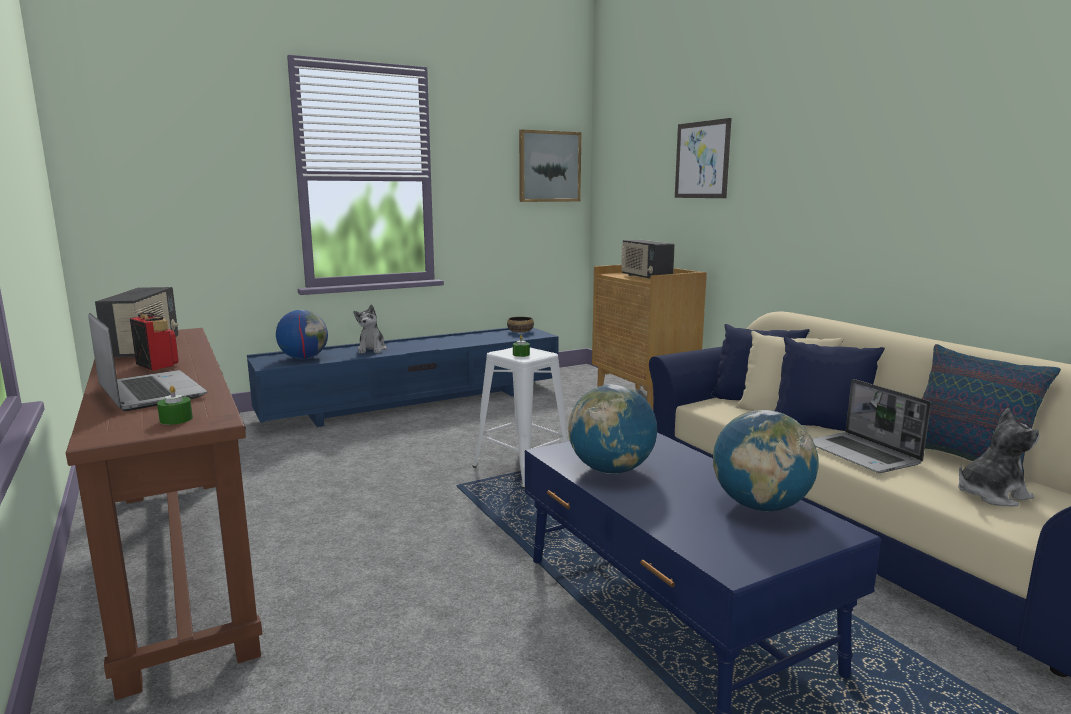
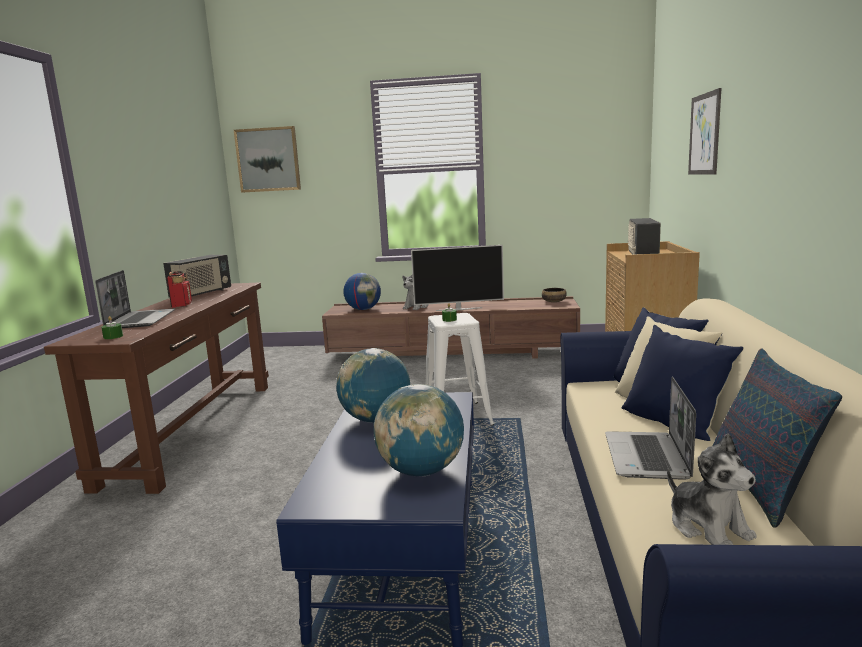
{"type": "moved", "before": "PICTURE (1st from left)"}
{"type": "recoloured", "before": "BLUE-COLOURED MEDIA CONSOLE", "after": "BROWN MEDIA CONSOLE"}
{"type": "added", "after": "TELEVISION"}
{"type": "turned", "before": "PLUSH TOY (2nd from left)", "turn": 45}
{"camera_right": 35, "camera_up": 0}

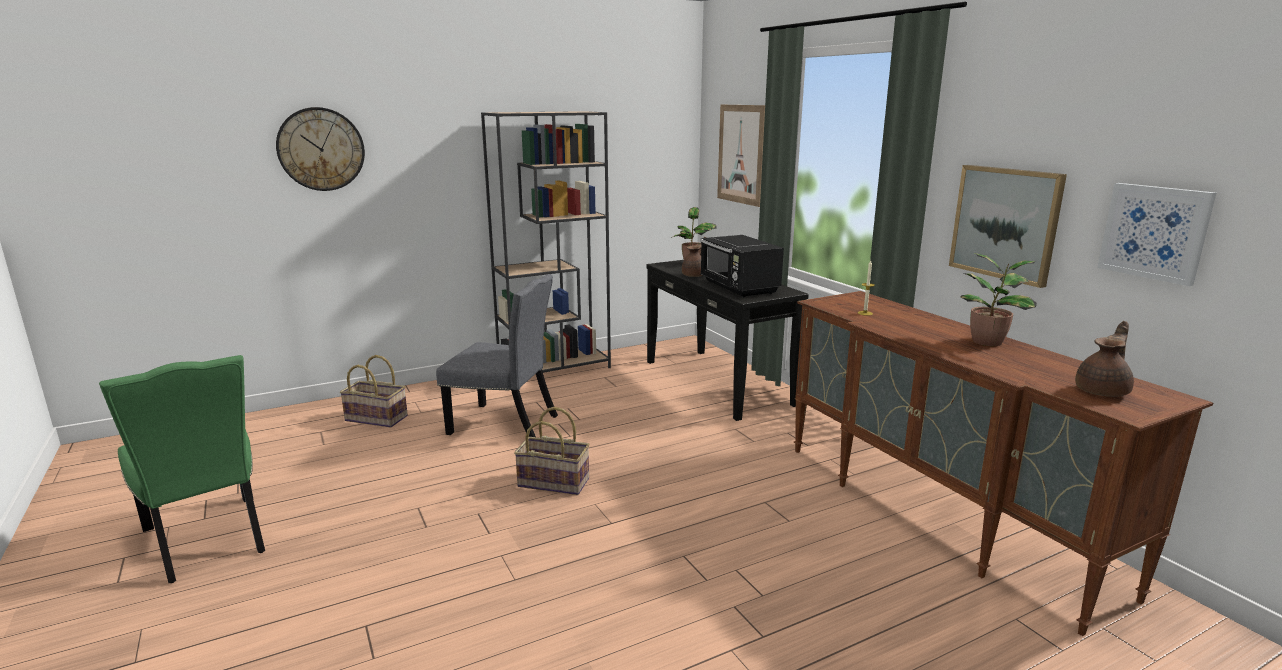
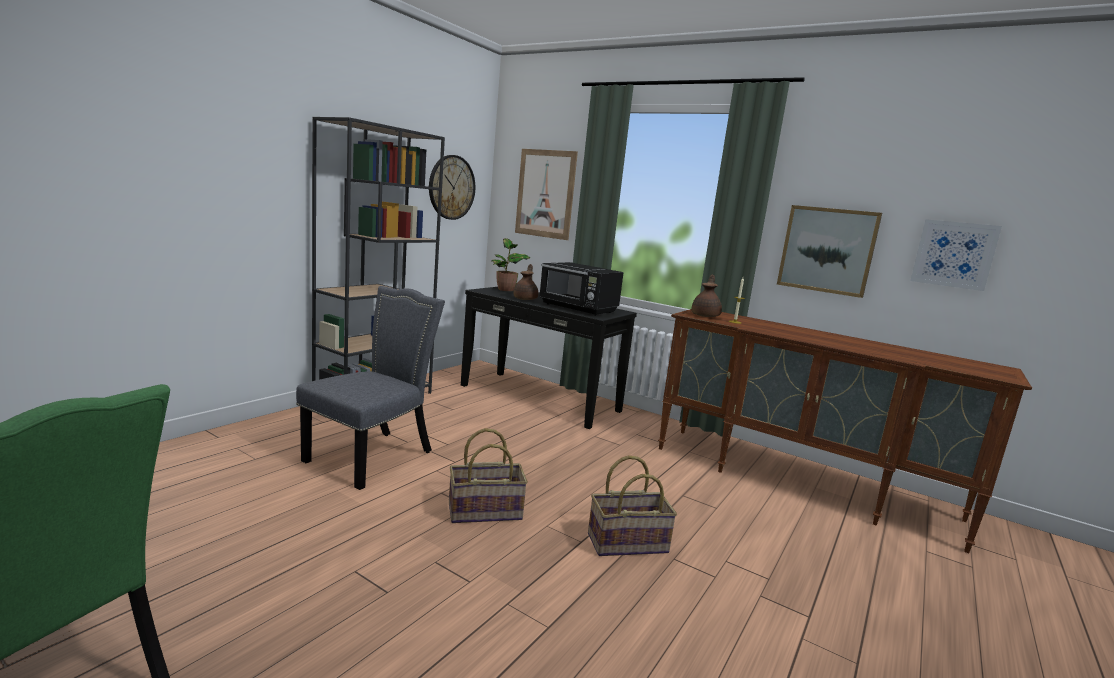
{"type": "turned", "before": "GRAY CHAIR", "turn": -45}
{"type": "moved", "before": "WALL CLOCK"}
{"type": "moved", "before": "BASKET (1st from left in the first image)", "after": "BASKET (2nd from left)"}
{"type": "moved", "before": "BROWN POT FOR TEA (2nd from left)"}
{"type": "removed", "before": "HOUSEPLANT (2nd from left)"}
{"camera_right": -30, "camera_up": -5}

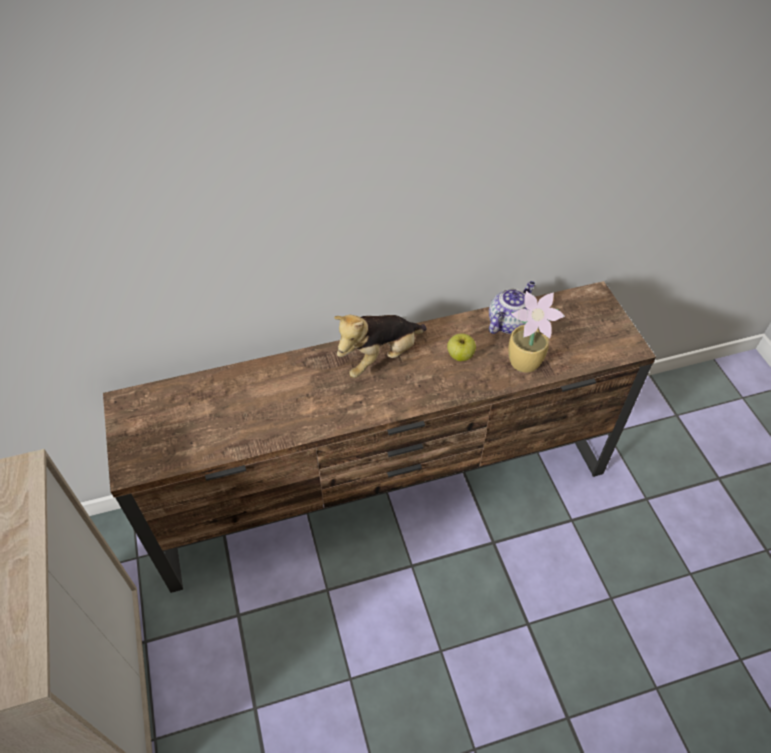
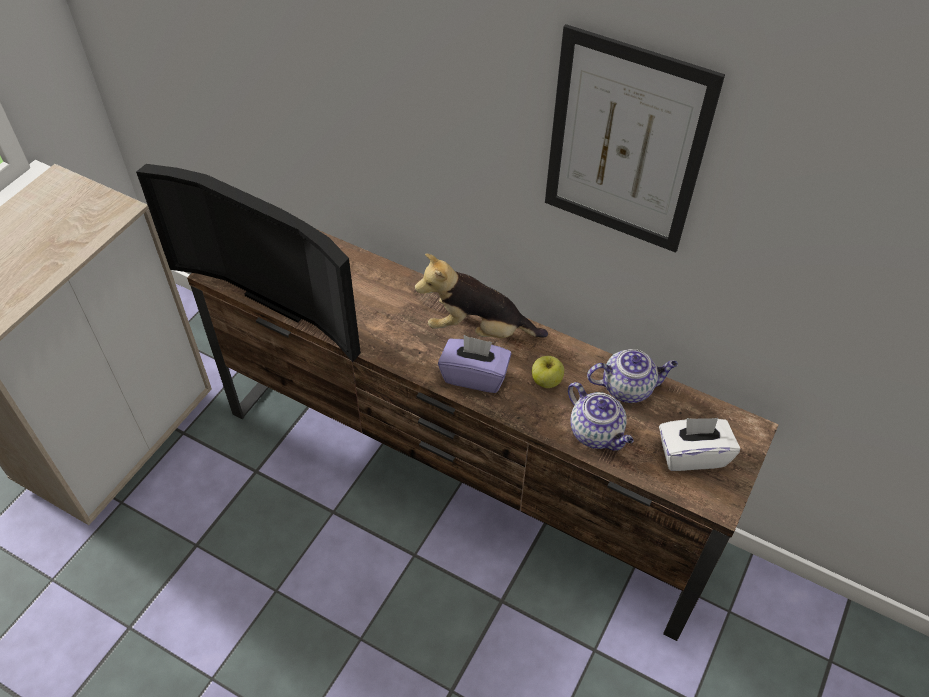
{"type": "added", "after": "TELEVISION"}
{"type": "added", "after": "PURPLISH TISSUE HOLDER"}
{"type": "added", "after": "PICTURE"}
{"type": "replaced", "before": "HOUSEPLANT", "after": "POT FOR TEA (1st from left)"}
{"type": "added", "after": "WHITE TISSUE HOLDER"}
{"camera_right": 45, "camera_up": 0}

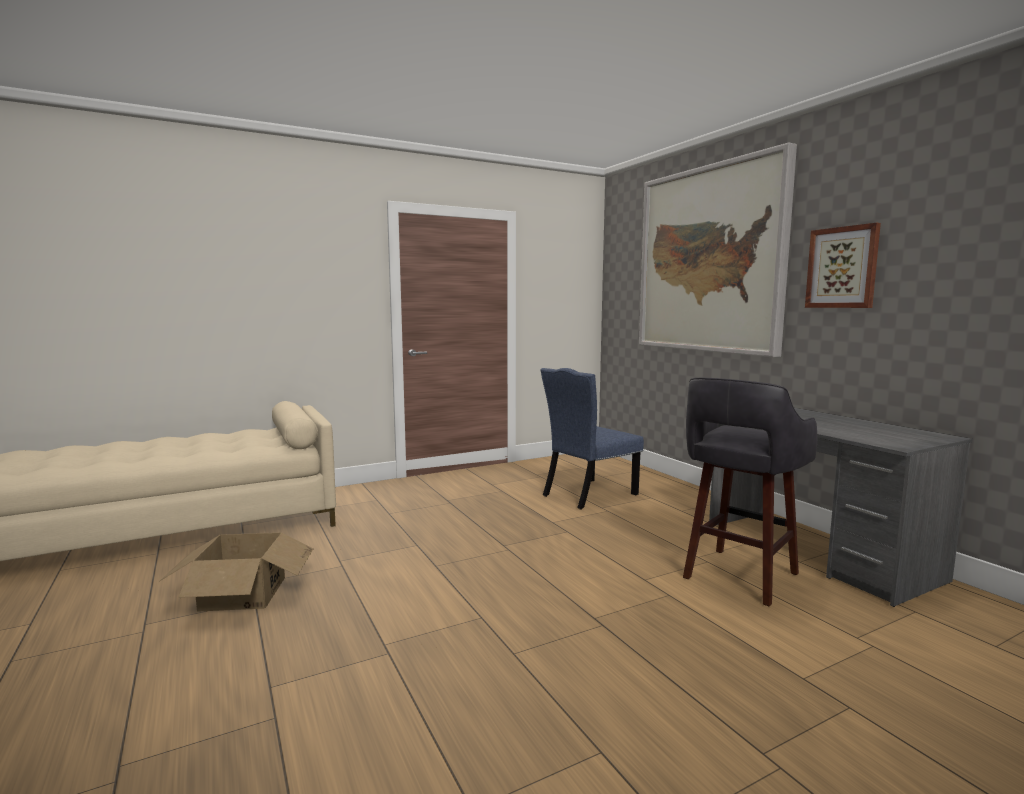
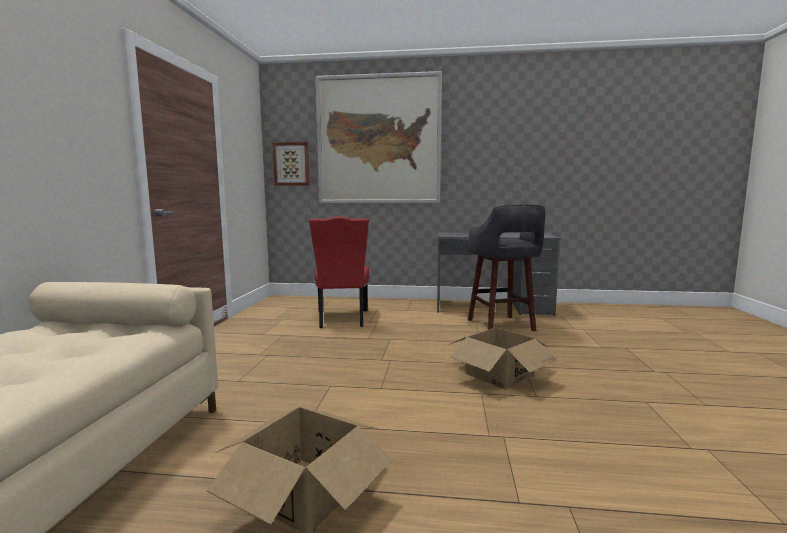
{"type": "moved", "before": "PICTURE (2nd from left in the first image)", "after": "PICTURE (1st from left)"}
{"type": "recoloured", "before": "BLUE-COLOURED CHAIR", "after": "RED CHAIR"}
{"type": "added", "after": "CARTON (2nd from left)"}
{"camera_right": -55, "camera_up": 0}

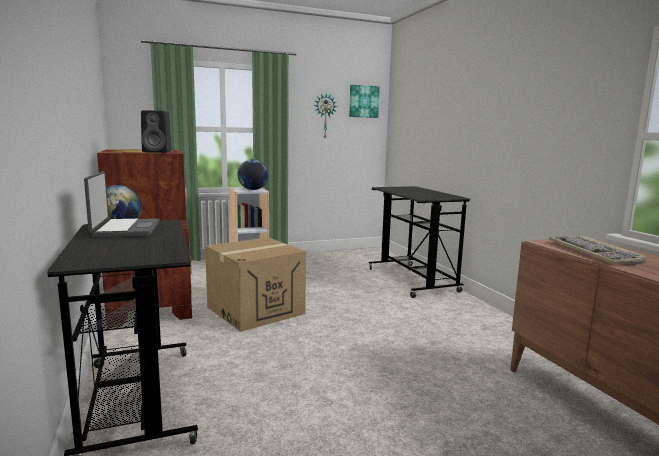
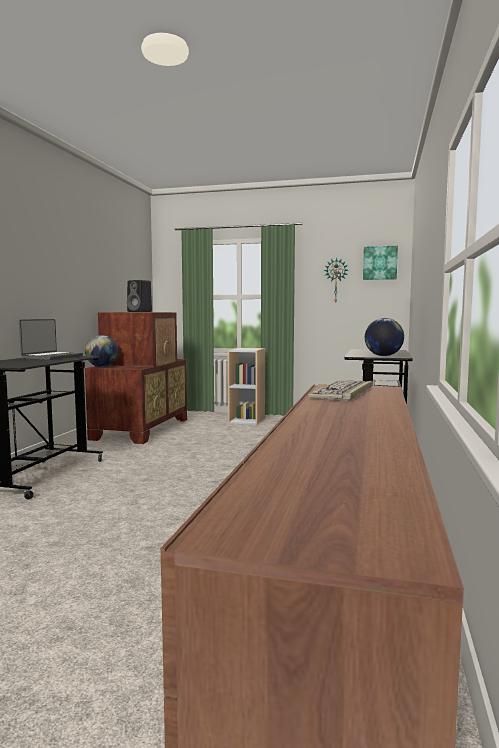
{"type": "moved", "before": "WORLD GLOBE (2nd from left)"}
{"type": "removed", "before": "CARTON"}
{"camera_right": 35, "camera_up": -5}

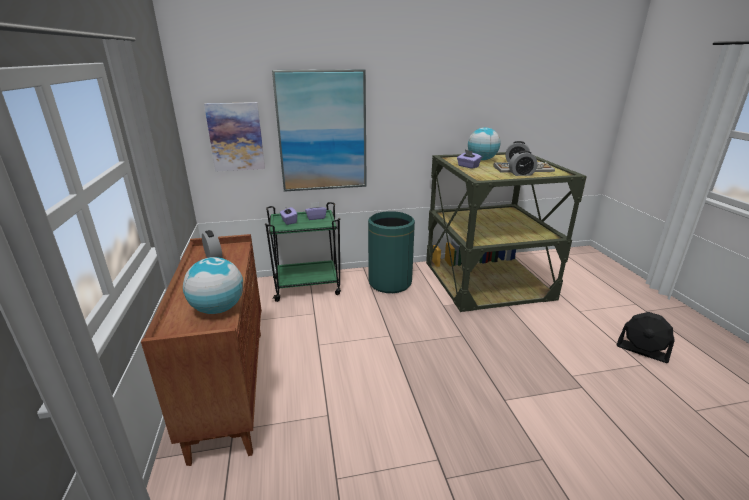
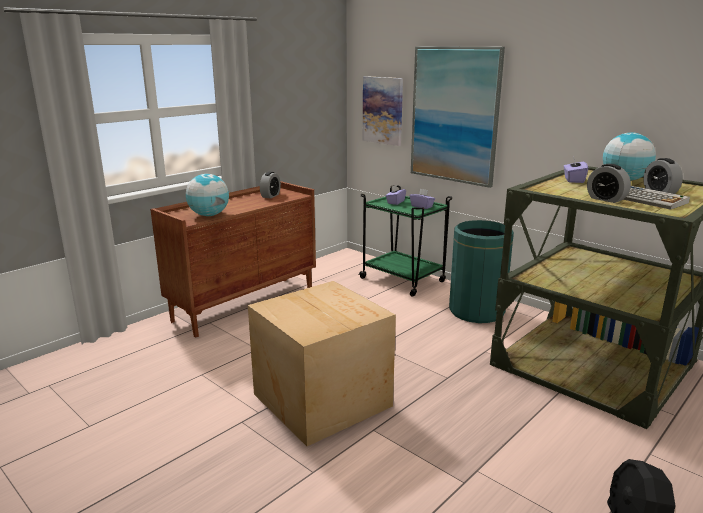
{"type": "added", "after": "CARTON"}
{"camera_right": 55, "camera_up": -5}

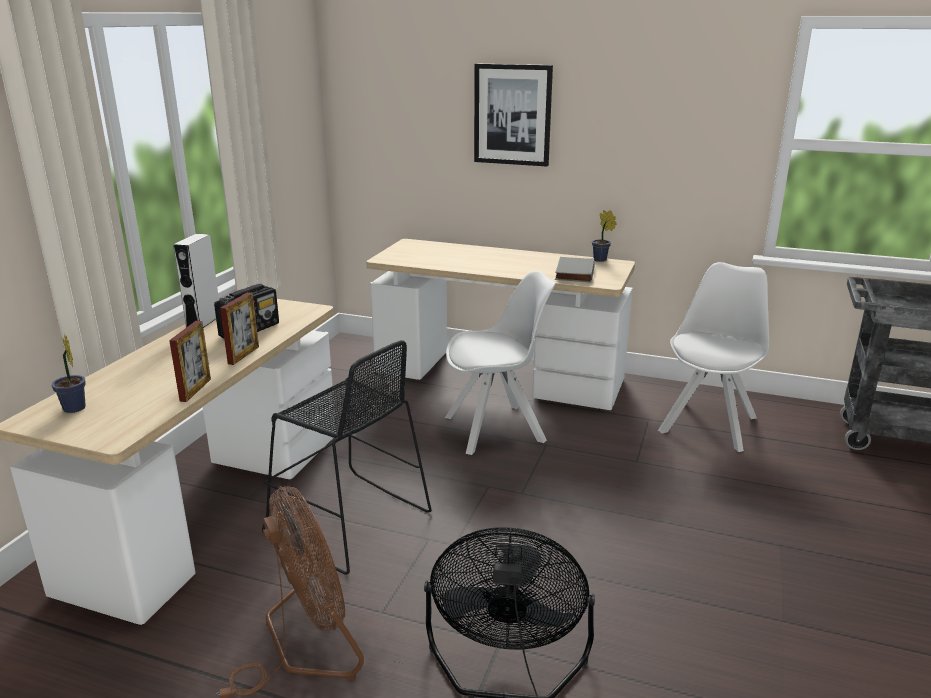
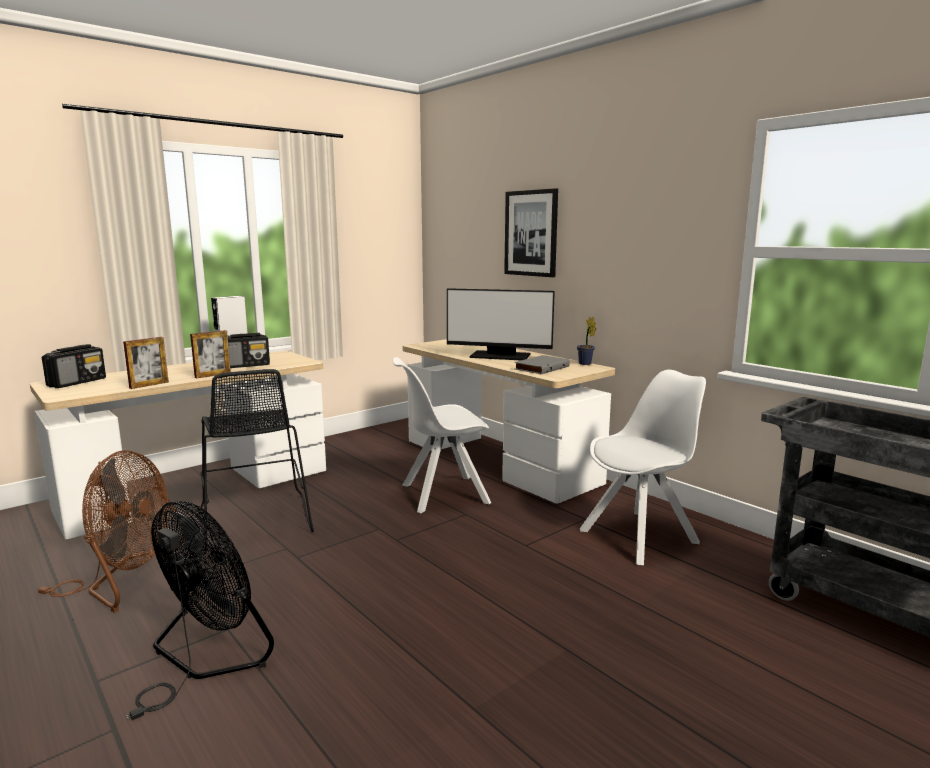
{"type": "replaced", "before": "HOUSEPLANT (1st from left)", "after": "RADIO SET (1st from left)"}
{"type": "turned", "before": "WHITE CHAIR (1st from left)", "turn": 150}
{"type": "added", "after": "MONITOR"}
{"camera_right": 30, "camera_up": -10}

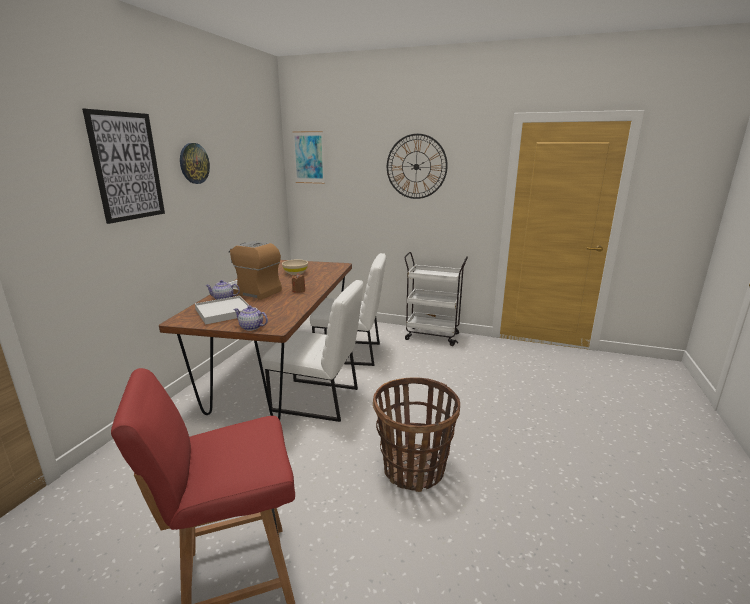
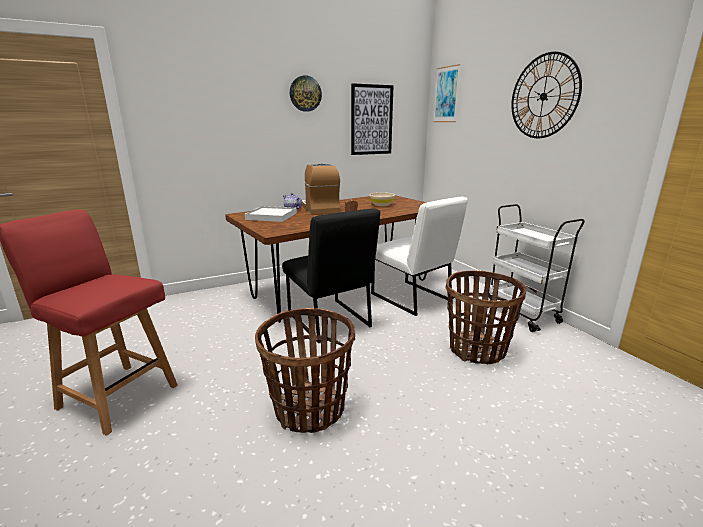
{"type": "recoloured", "before": "WHITE CHAIR (1st from left)", "after": "BLACK-COLOURED CHAIR"}
{"type": "moved", "before": "PICTURE (1st from left)"}
{"type": "added", "after": "BASKET (2nd from left)"}
{"type": "removed", "before": "POT FOR TEA (2nd from left)"}
{"camera_right": 45, "camera_up": 0}

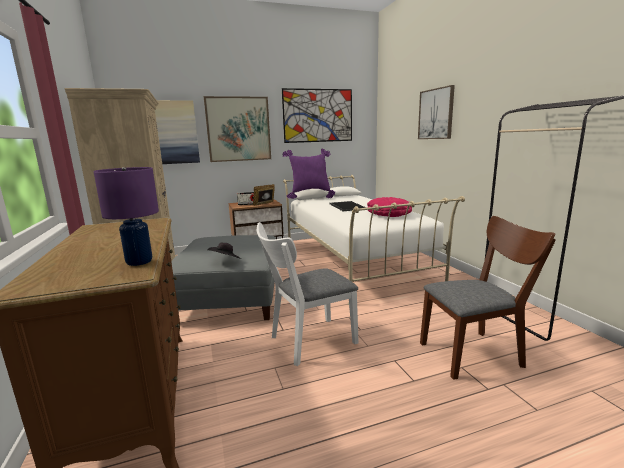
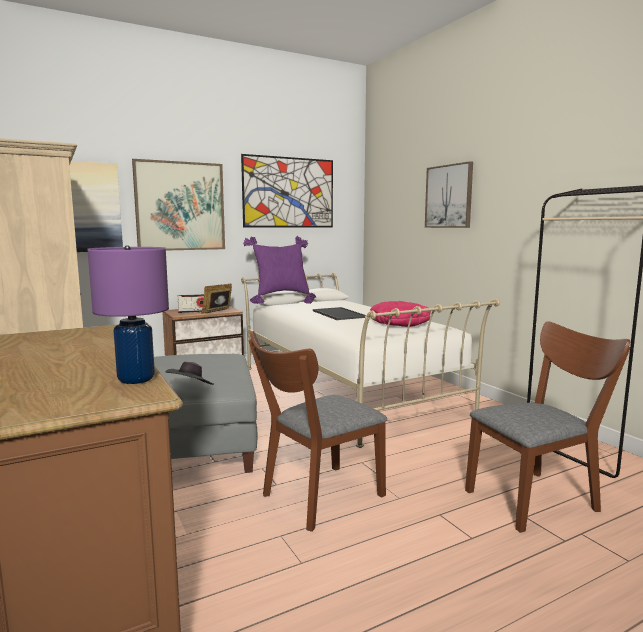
{"type": "recoloured", "before": "WHITE CHAIR", "after": "BROWN CHAIR (1st from left)"}
{"camera_right": -10, "camera_up": -5}

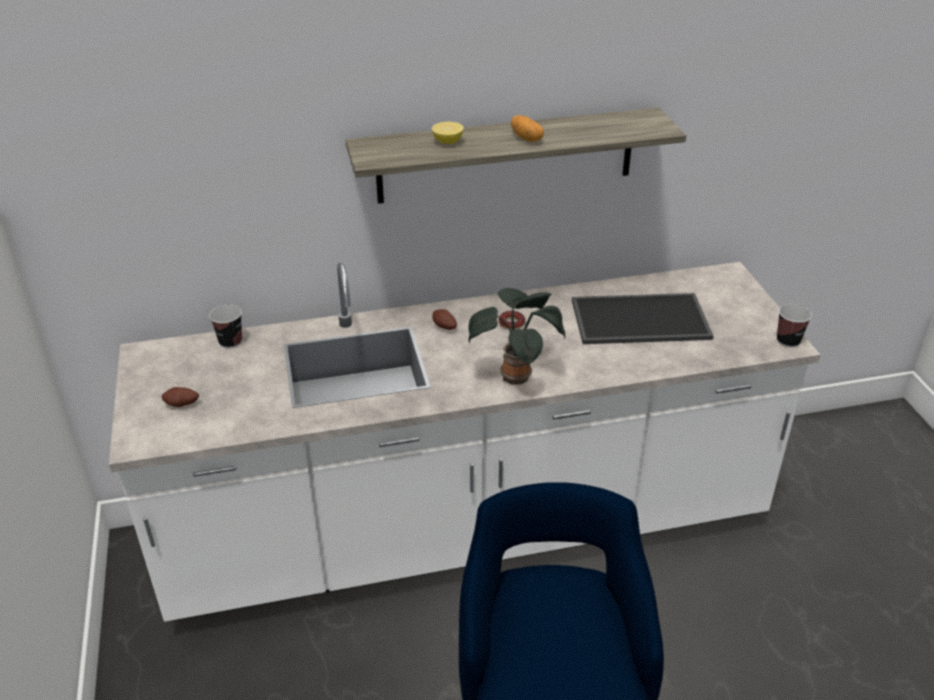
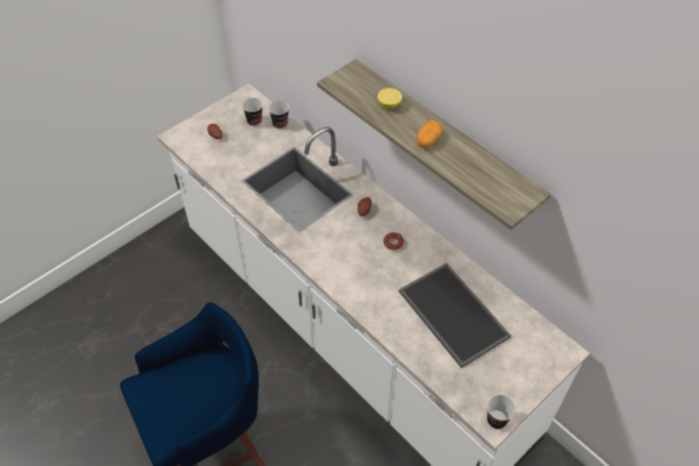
{"type": "added", "after": "SMALL CUP (1st from left)"}
{"type": "removed", "before": "HOUSEPLANT"}
{"camera_right": 60, "camera_up": 15}

